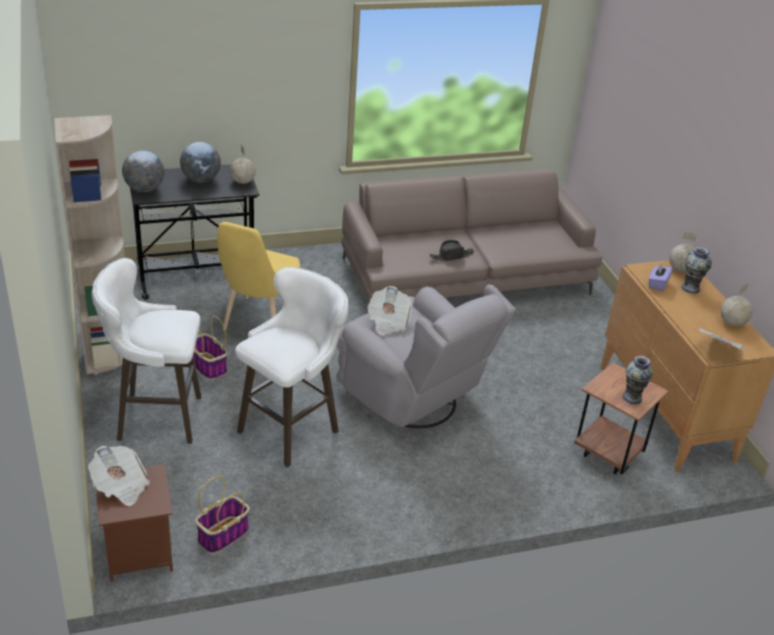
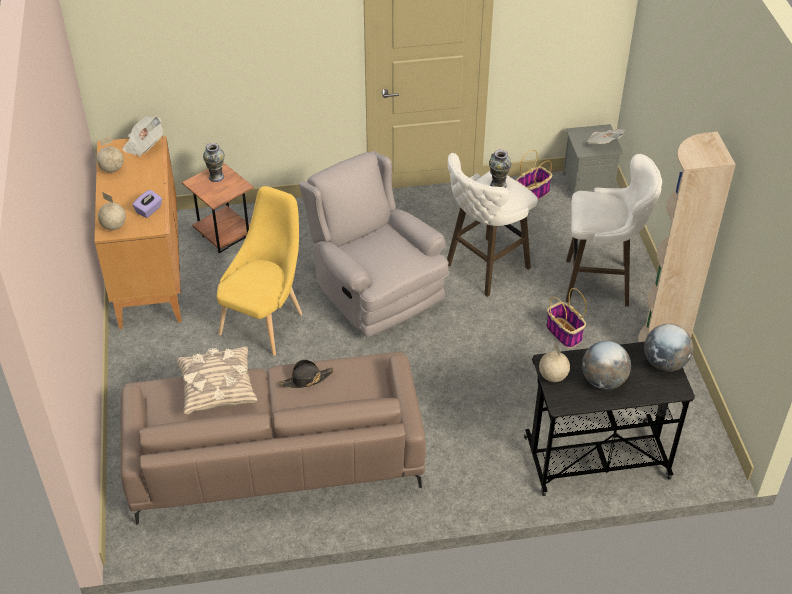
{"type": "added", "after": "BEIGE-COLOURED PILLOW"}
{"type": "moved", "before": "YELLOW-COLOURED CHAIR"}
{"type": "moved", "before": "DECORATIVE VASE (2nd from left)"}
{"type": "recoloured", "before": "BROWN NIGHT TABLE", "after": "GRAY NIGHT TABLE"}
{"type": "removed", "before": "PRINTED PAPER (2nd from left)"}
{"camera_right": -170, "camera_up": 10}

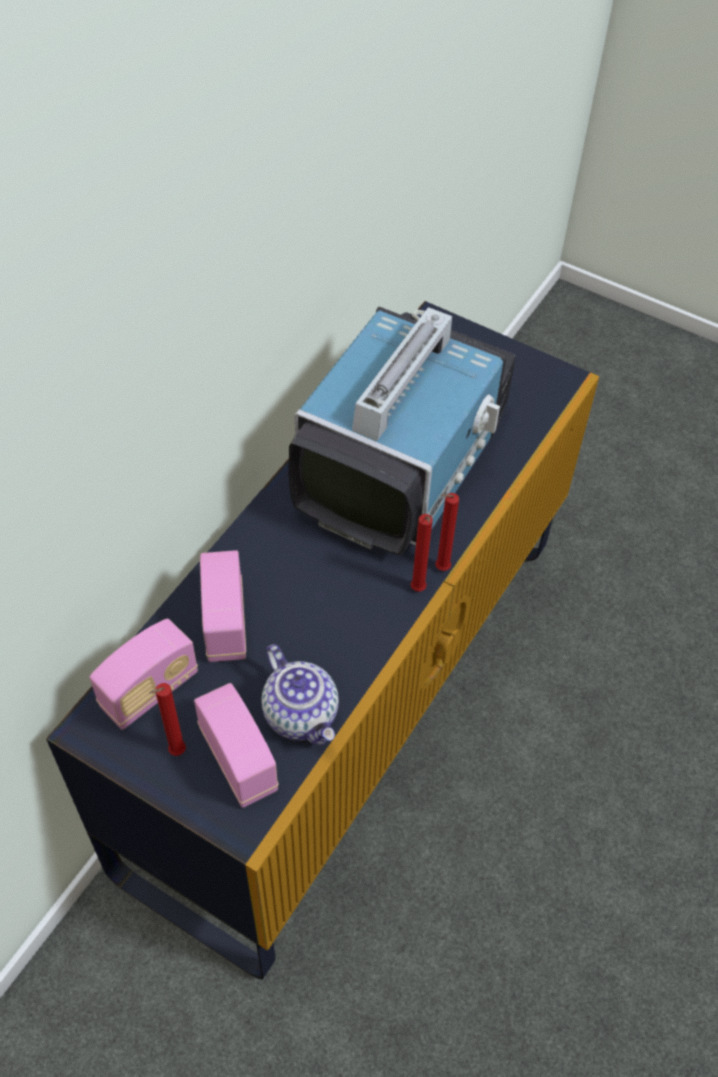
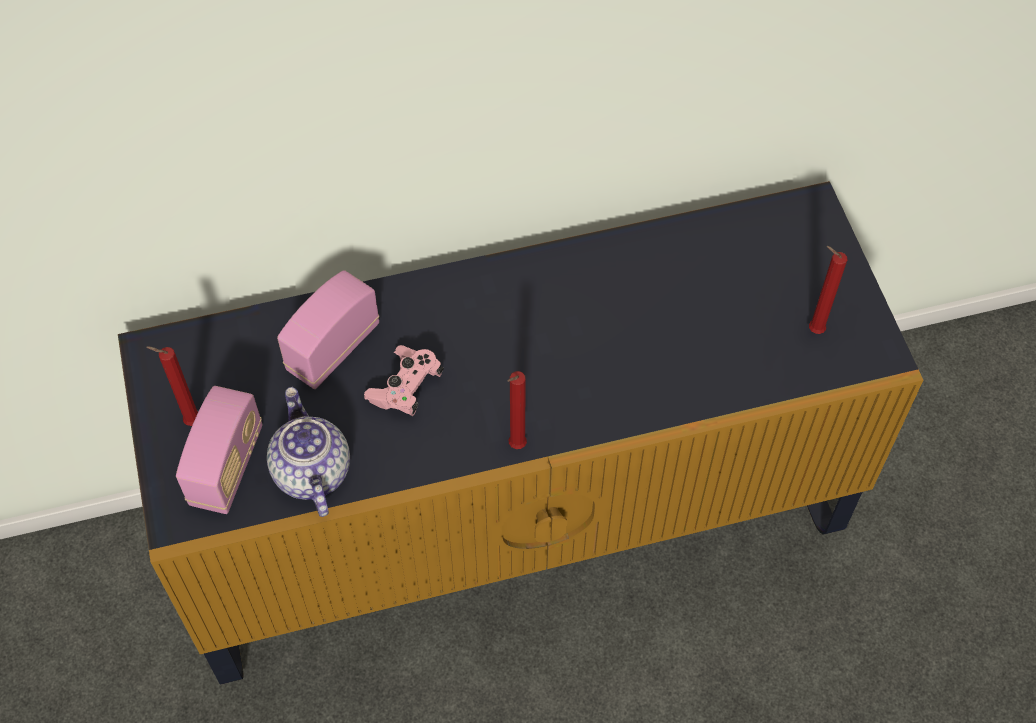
{"type": "turned", "before": "POT FOR TEA", "turn": 150}
{"type": "added", "after": "PINK GAME CONTROLLER"}
{"type": "moved", "before": "RED WAX LIGHT (3rd from left)"}
{"type": "removed", "before": "RADIO SET (1st from left)"}
{"type": "removed", "before": "TELEVISION"}
{"camera_right": 45, "camera_up": 5}

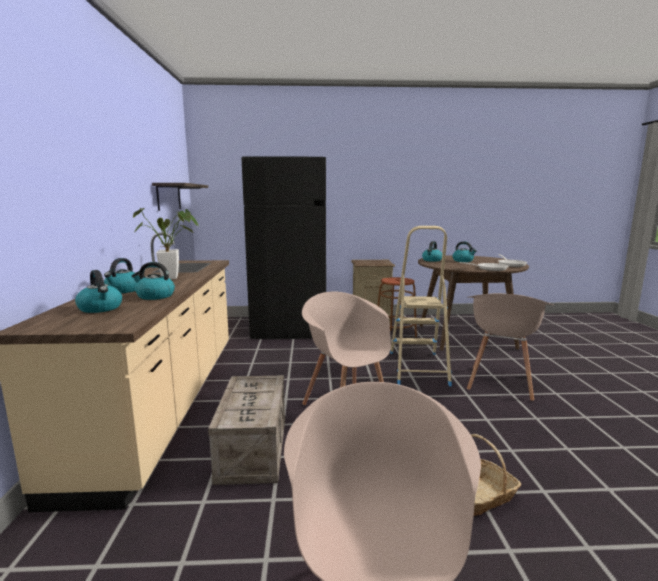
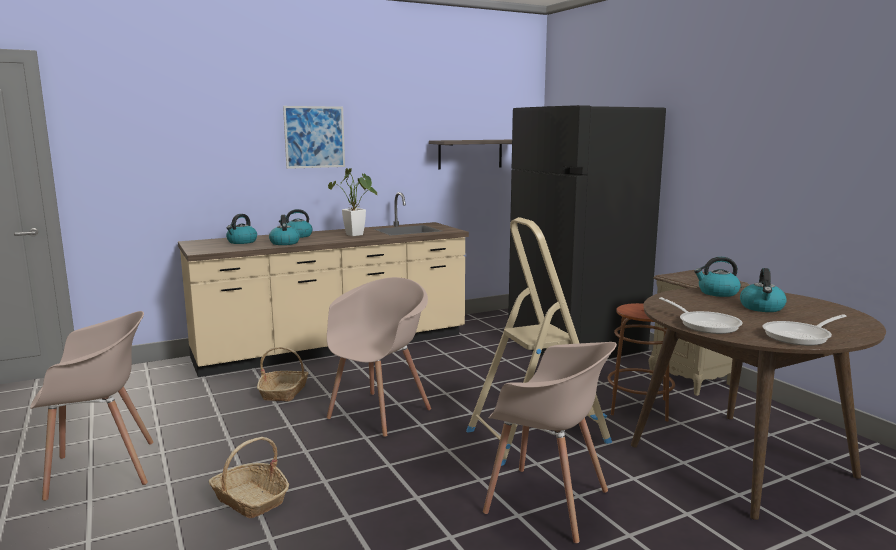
{"type": "replaced", "before": "PACKING CRATE", "after": "BASKET (2nd from left)"}
{"type": "added", "after": "PICTURE"}
{"type": "turned", "before": "BEIGE-COLOURED CHAIR (3rd from left)", "turn": -150}
{"camera_right": 65, "camera_up": 0}

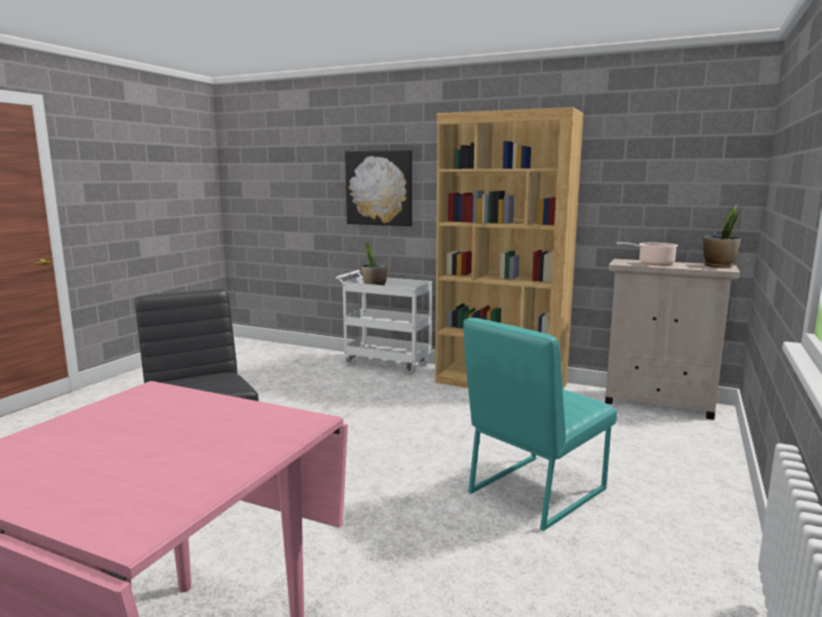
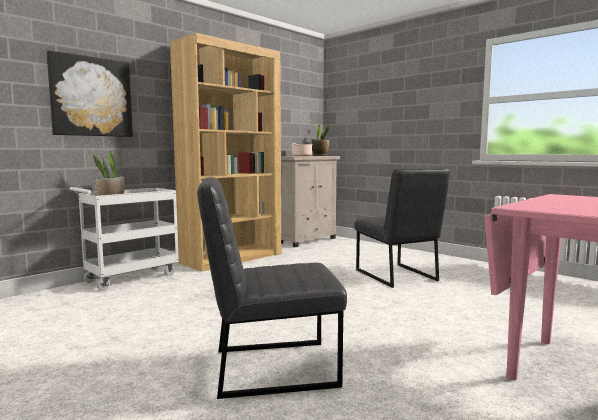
{"type": "recoloured", "before": "BLUE-GREEN CHAIR", "after": "GRAY CHAIR (2nd from left)"}
{"camera_right": -70, "camera_up": -5}

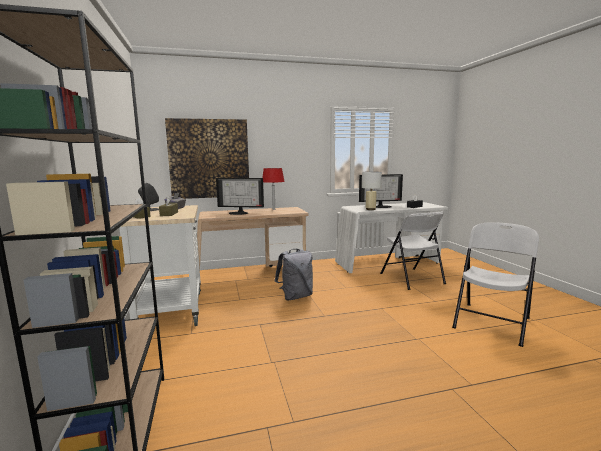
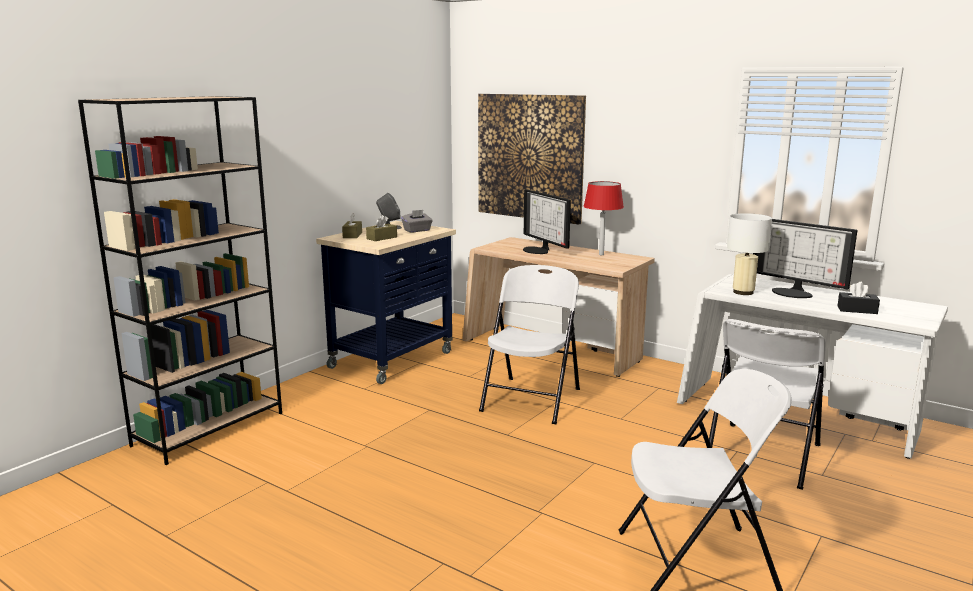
{"type": "recoloured", "before": "WHITE WHEELED CART", "after": "BLUE-COLOURED WHEELED CART"}
{"type": "replaced", "before": "GRAY KNAPSACK", "after": "WHITE CHAIR (1st from left)"}
{"camera_right": 50, "camera_up": 5}

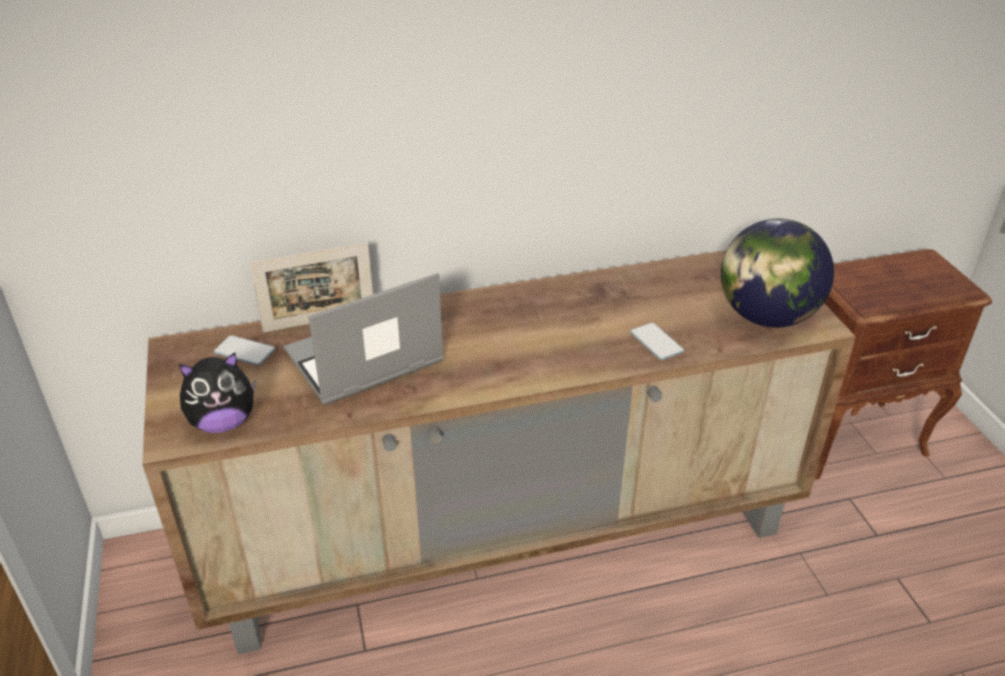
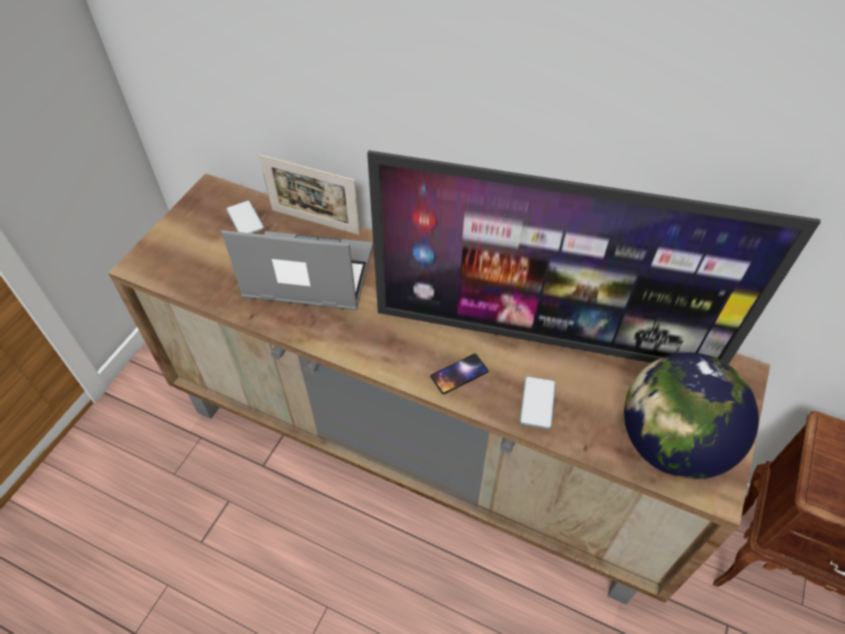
{"type": "added", "after": "TELEVISION"}
{"type": "added", "after": "HANDSET (2nd from left)"}
{"type": "removed", "before": "PLUSH TOY"}
{"camera_right": 40, "camera_up": 15}

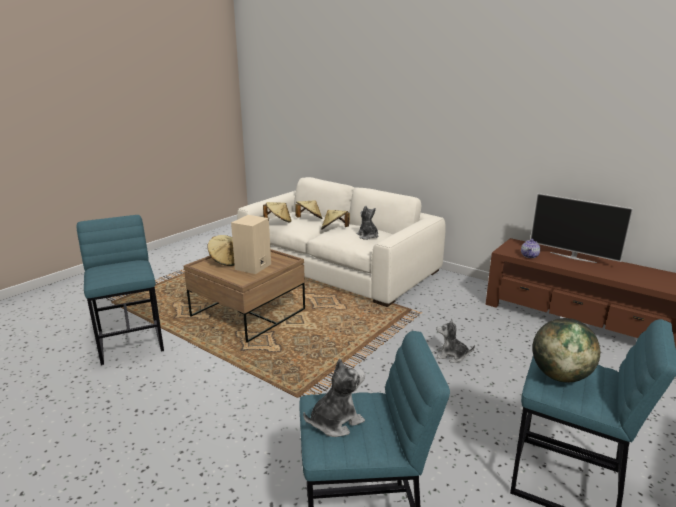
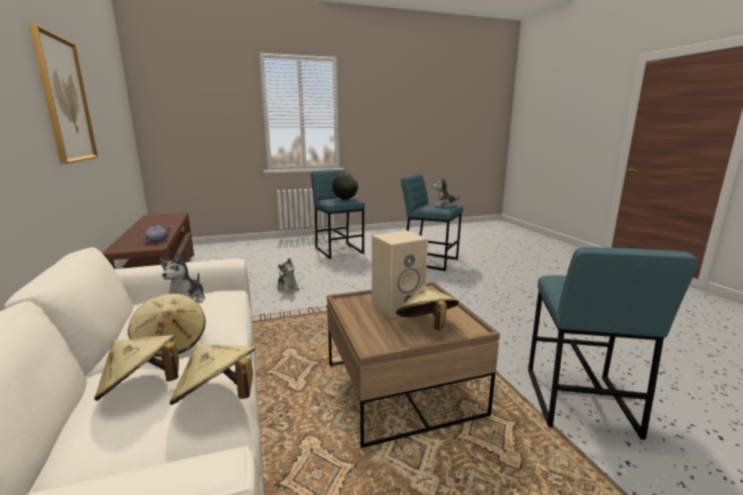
{"type": "added", "after": "PICTURE"}
{"type": "removed", "before": "TELEVISION"}
{"camera_right": -145, "camera_up": -5}

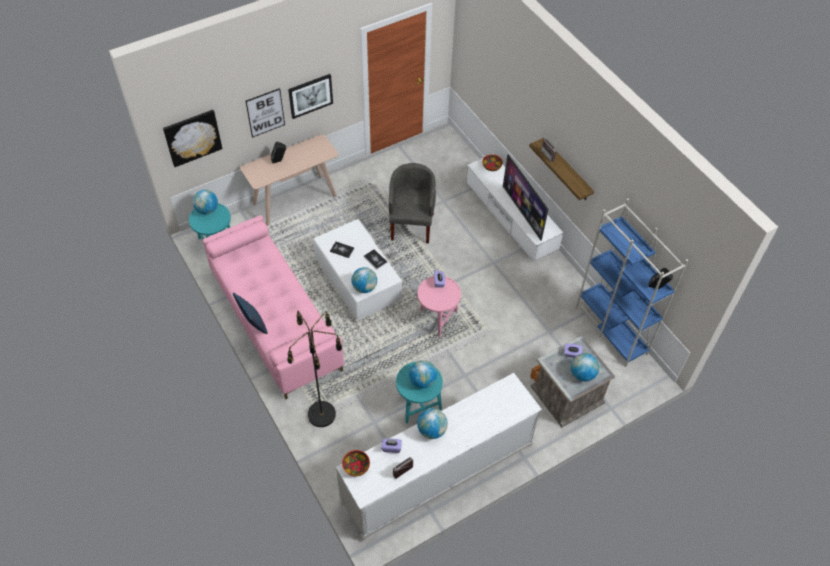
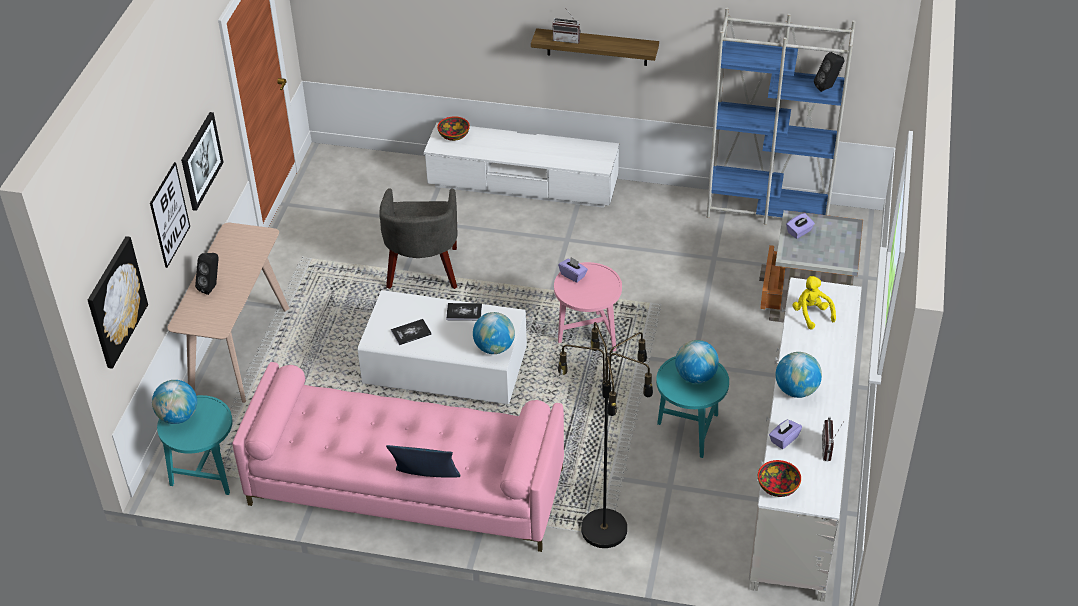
{"type": "turned", "before": "GRAY EASY CHAIR", "turn": -135}
{"type": "added", "after": "YELLOW-COLOURED PLUSH TOY"}
{"type": "removed", "before": "TELEVISION"}
{"type": "removed", "before": "WORLD GLOBE (5th from left)"}
{"camera_right": -45, "camera_up": -10}

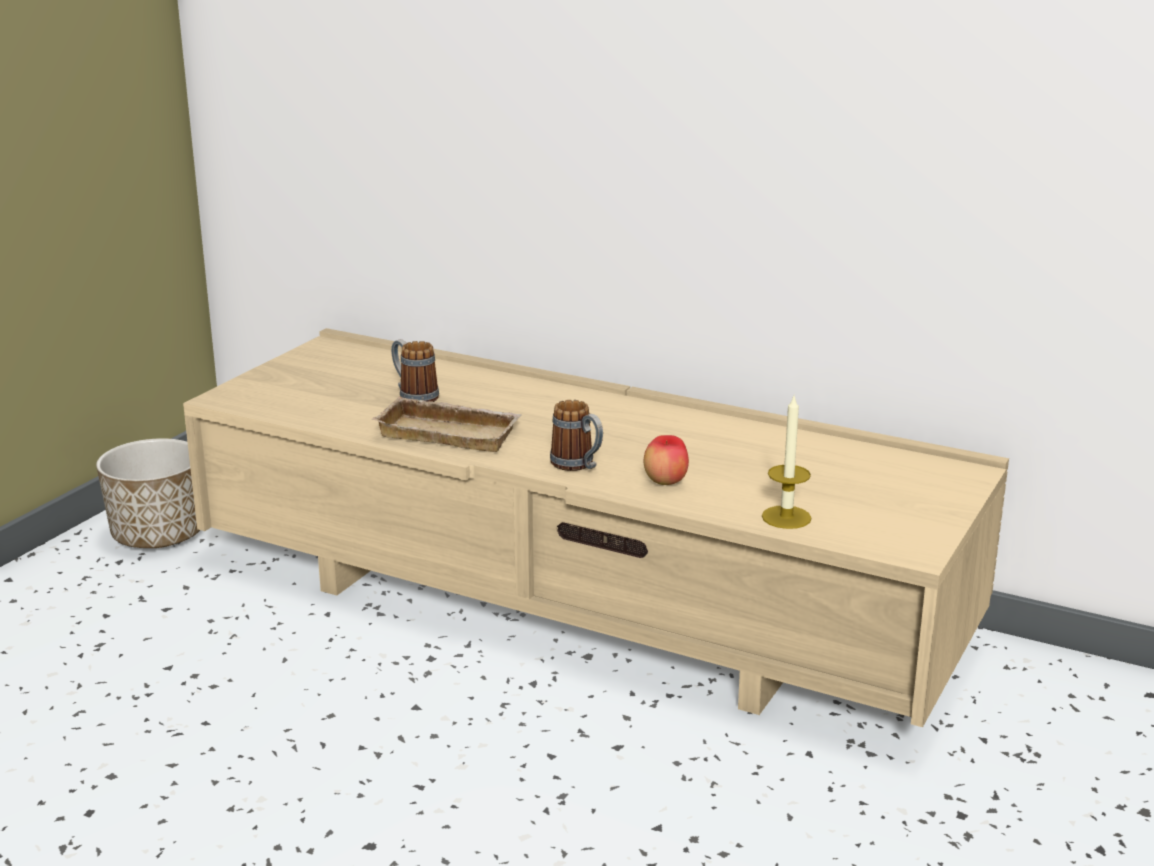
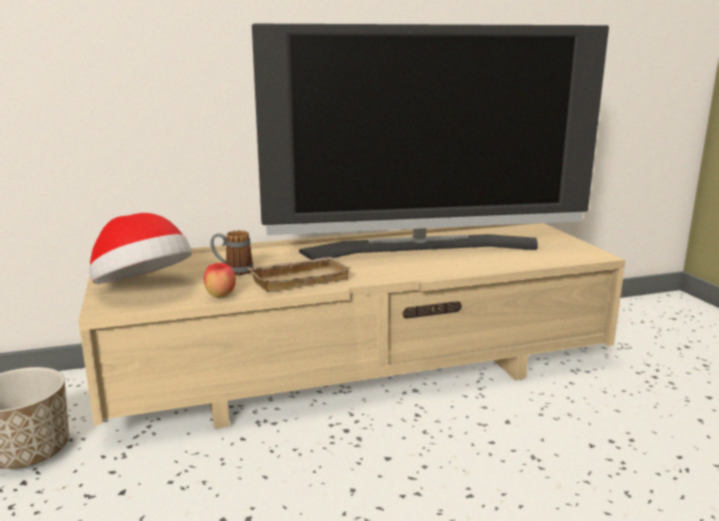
{"type": "added", "after": "WEARABLE HAT"}
{"type": "moved", "before": "WHOLE APPLE"}
{"type": "added", "after": "TELEVISION"}
{"type": "removed", "before": "MUG (2nd from left)"}
{"type": "removed", "before": "WAX LIGHT"}
{"camera_right": -45, "camera_up": -5}

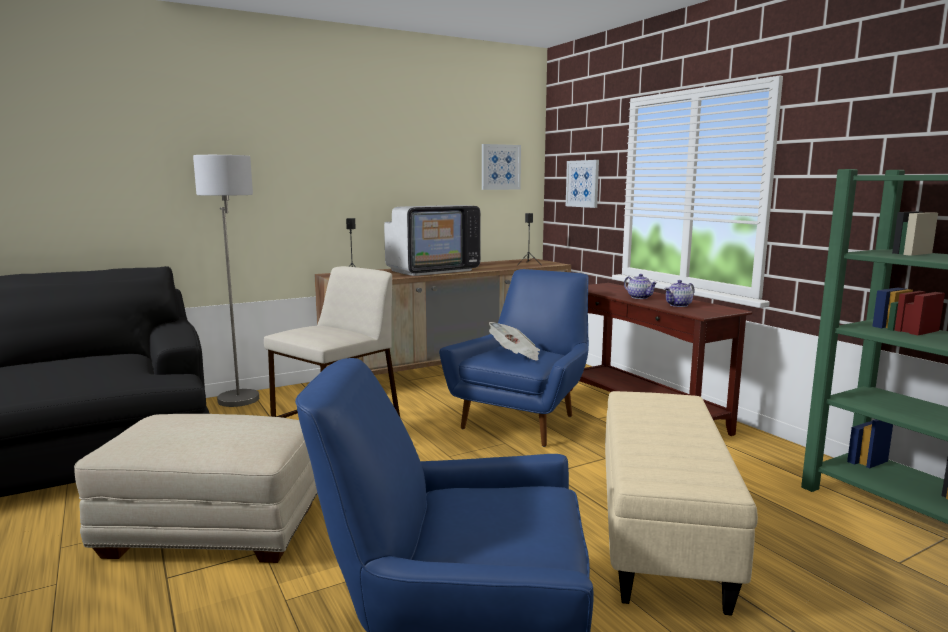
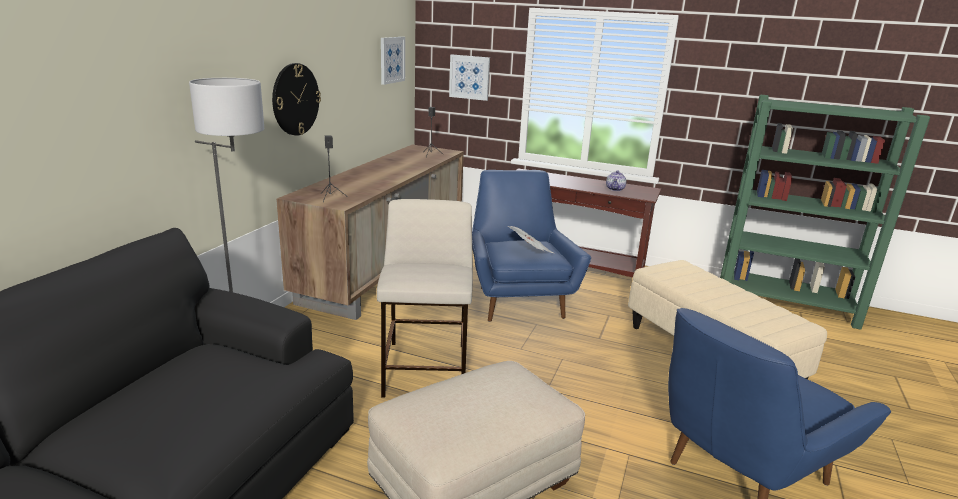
{"type": "added", "after": "WALL CLOCK"}
{"type": "removed", "before": "TELEVISION"}
{"type": "removed", "before": "POT FOR TEA (1st from left)"}
{"camera_right": -40, "camera_up": 10}

